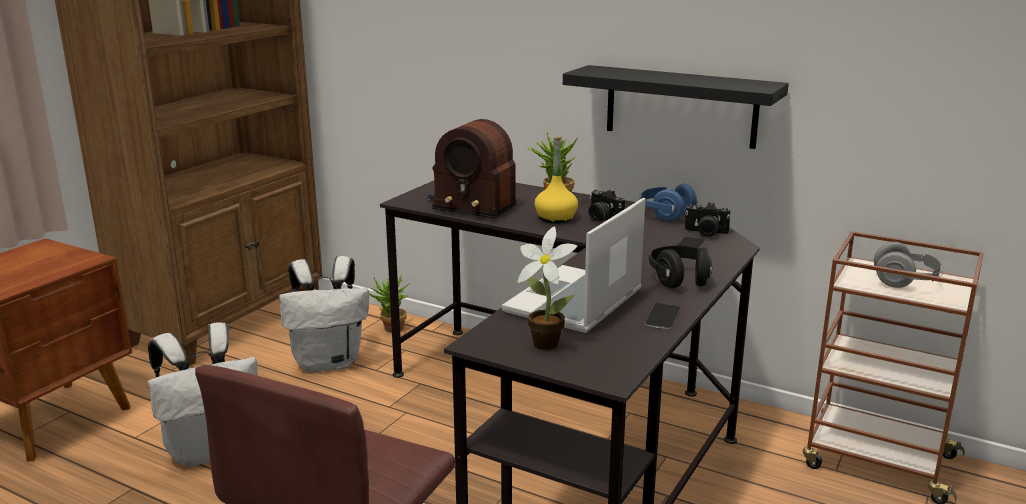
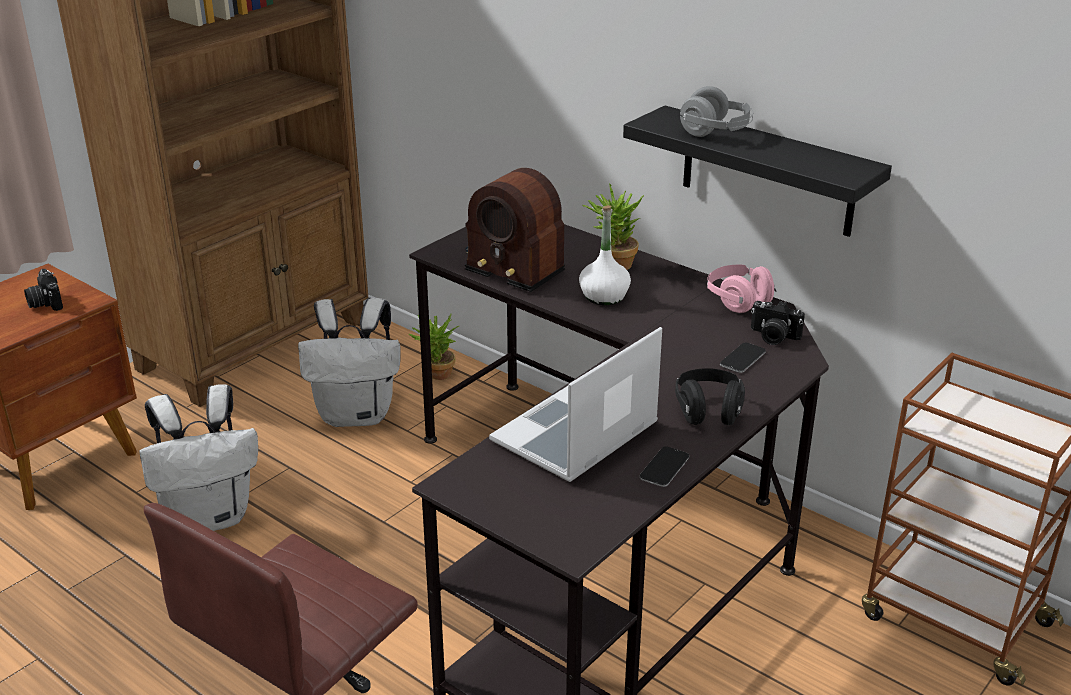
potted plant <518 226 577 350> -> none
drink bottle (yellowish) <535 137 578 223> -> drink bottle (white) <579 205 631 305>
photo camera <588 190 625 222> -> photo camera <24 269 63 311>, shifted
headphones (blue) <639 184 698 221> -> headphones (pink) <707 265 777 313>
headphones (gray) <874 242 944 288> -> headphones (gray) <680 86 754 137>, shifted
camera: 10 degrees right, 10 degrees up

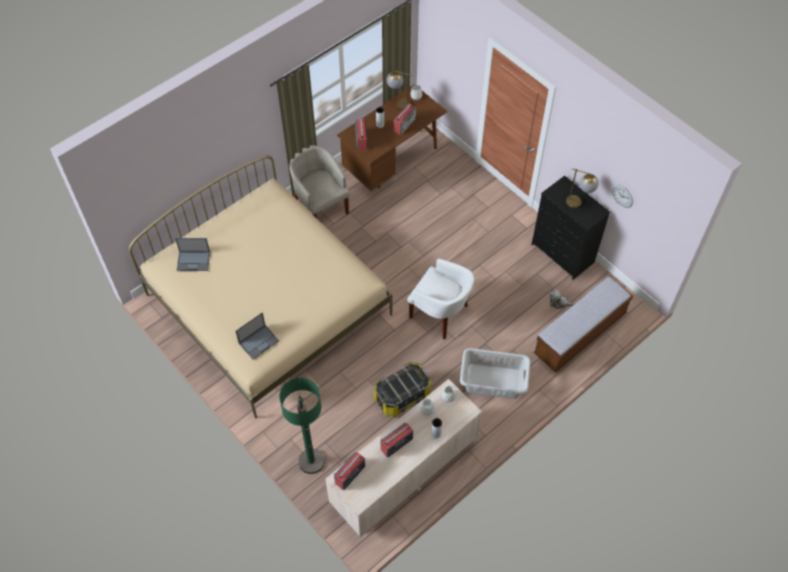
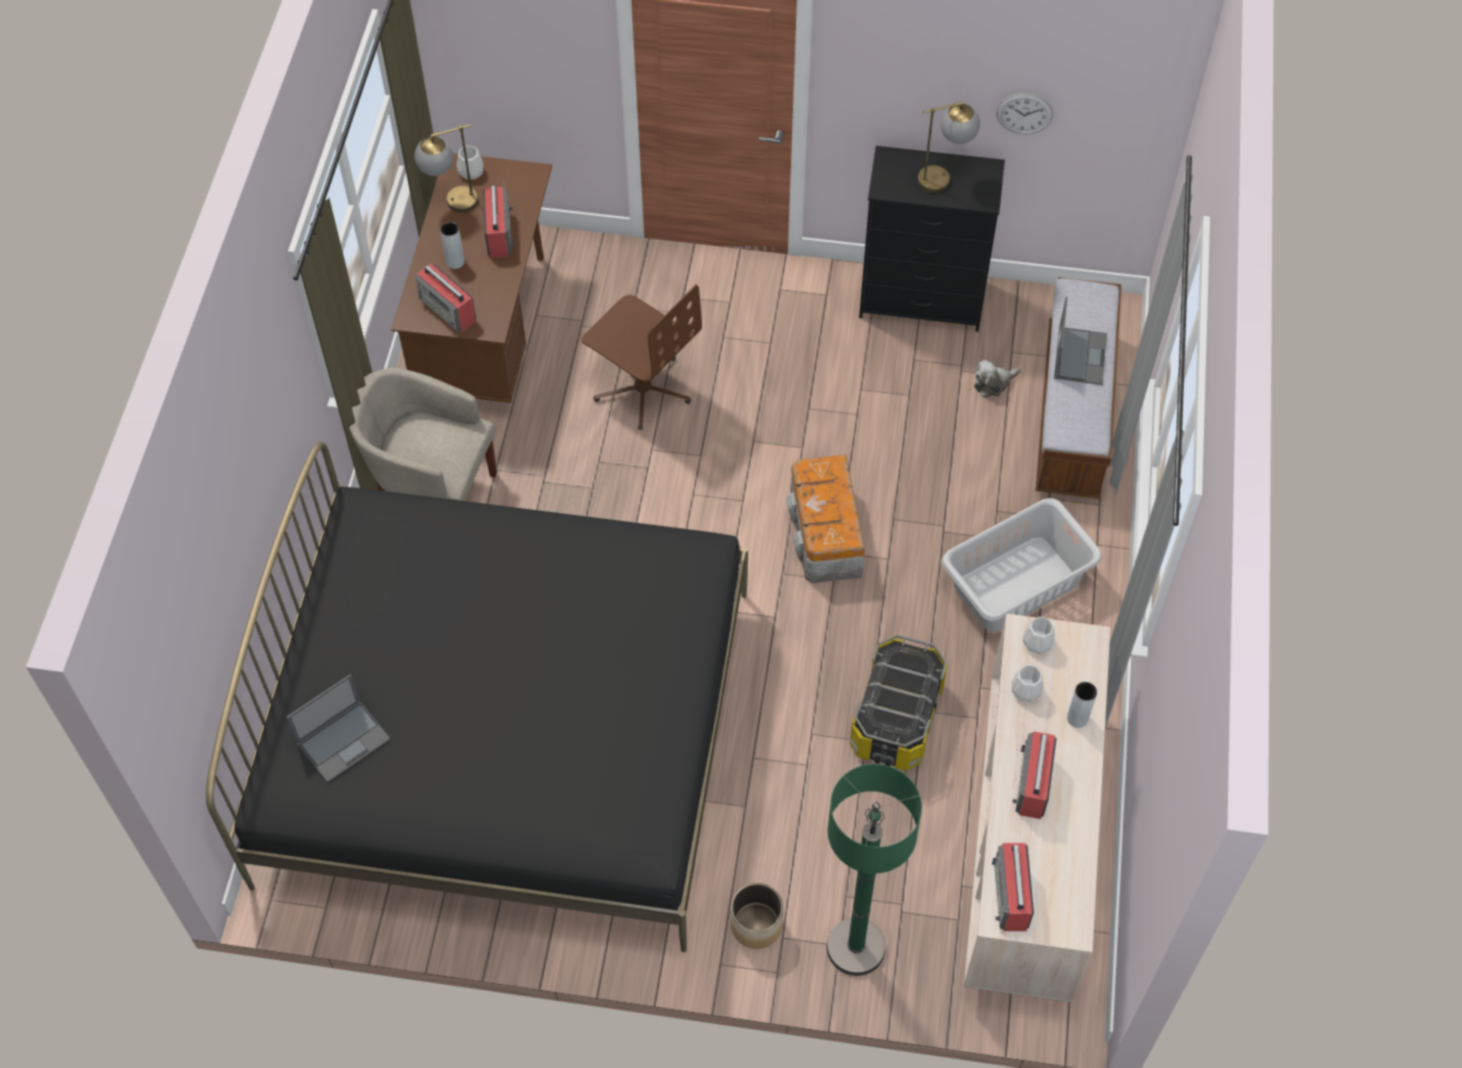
sleeping bed (beige-coloured) <129 155 393 418> -> sleeping bed (black) <206 442 748 952>
portable computer <235 313 279 360> -> portable computer <1054 297 1107 385>, shifted
easy chair (white) <407 259 474 340> -> storage box <786 454 865 583>
none -> desk chair (brownish) <581 284 702 430>
none -> plant pot <730 883 783 949>
camera: 40 degrees left, 0 degrees up

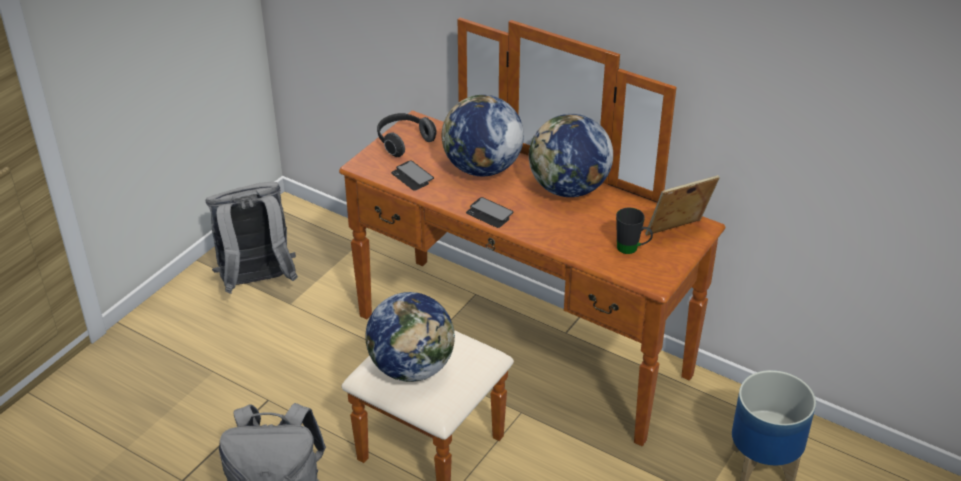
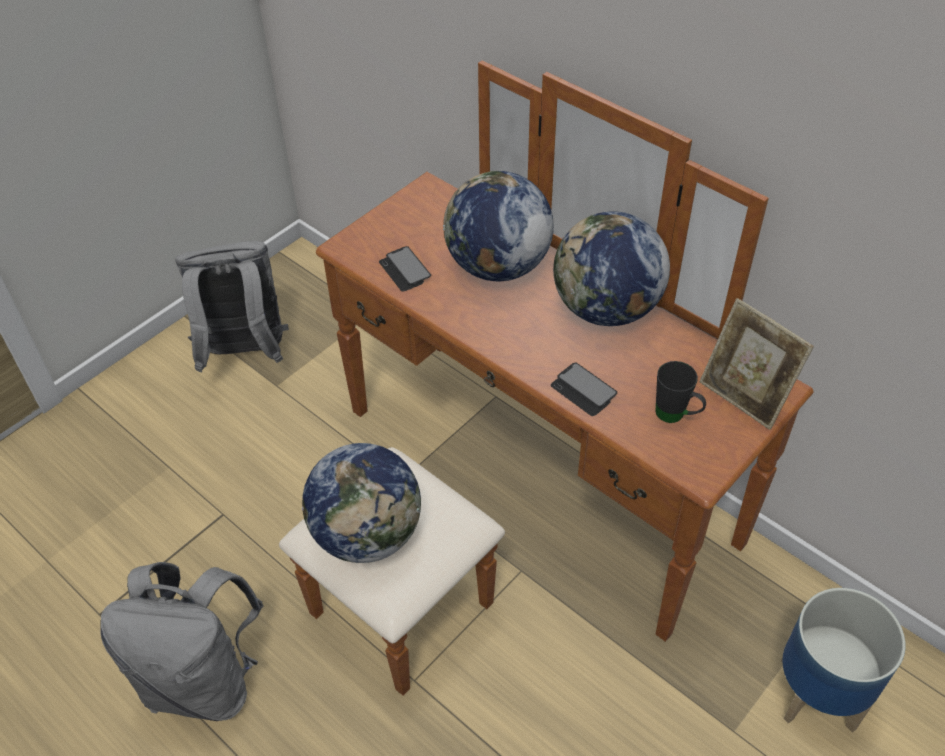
headphones <377 113 437 157> -> none
telephone <466 197 514 228> -> telephone <551 362 617 416>, shifted
standing frame <645 175 720 236> -> standing frame <700 298 814 430>, 120 degrees counterclockwise
camera: 10 degrees right, 10 degrees up

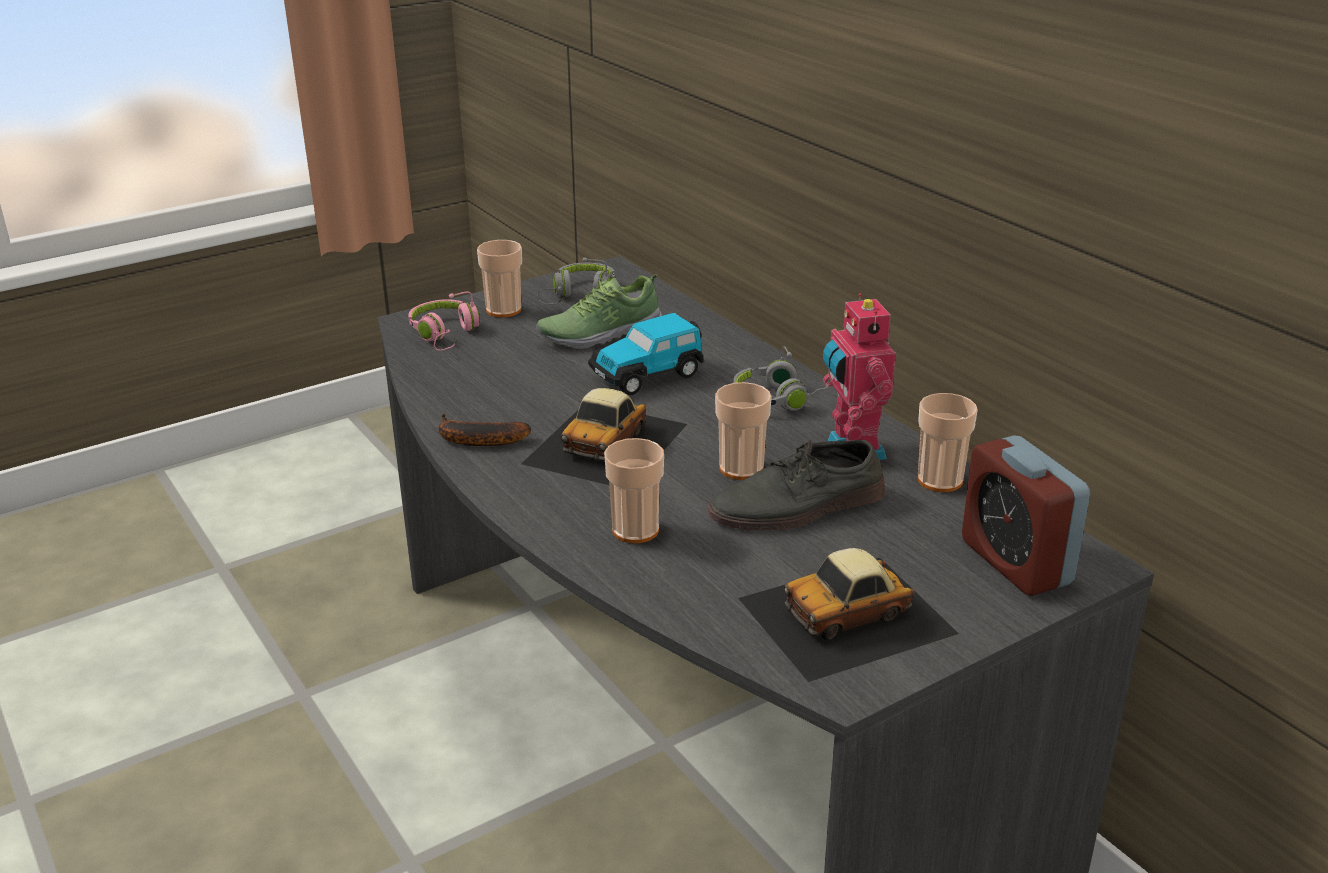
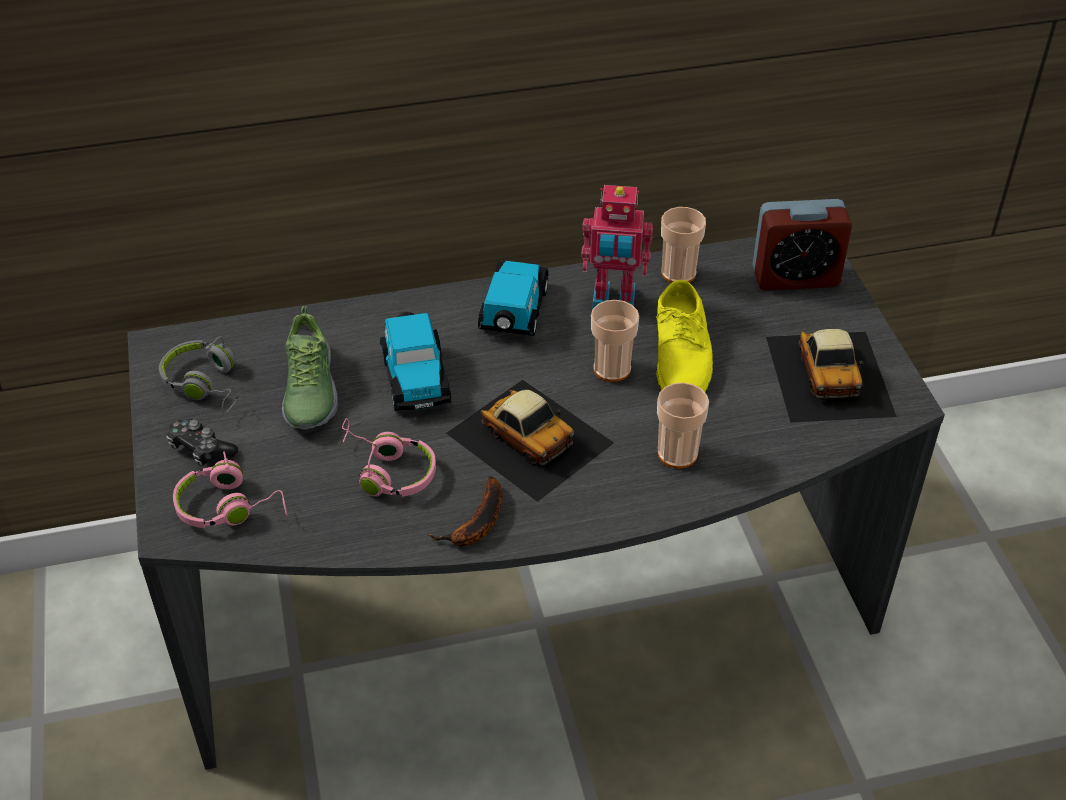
small cup <477 240 522 318> -> gamepad <166 419 238 466>
low shoe (gray) <708 437 885 530> -> low shoe (yellowish) <656 280 713 392>
headphones (gray) <733 346 839 411> -> miniature car <478 261 549 336>
none -> headphones (pink) <339 418 436 497>
camera: 70 degrees left, 15 degrees up

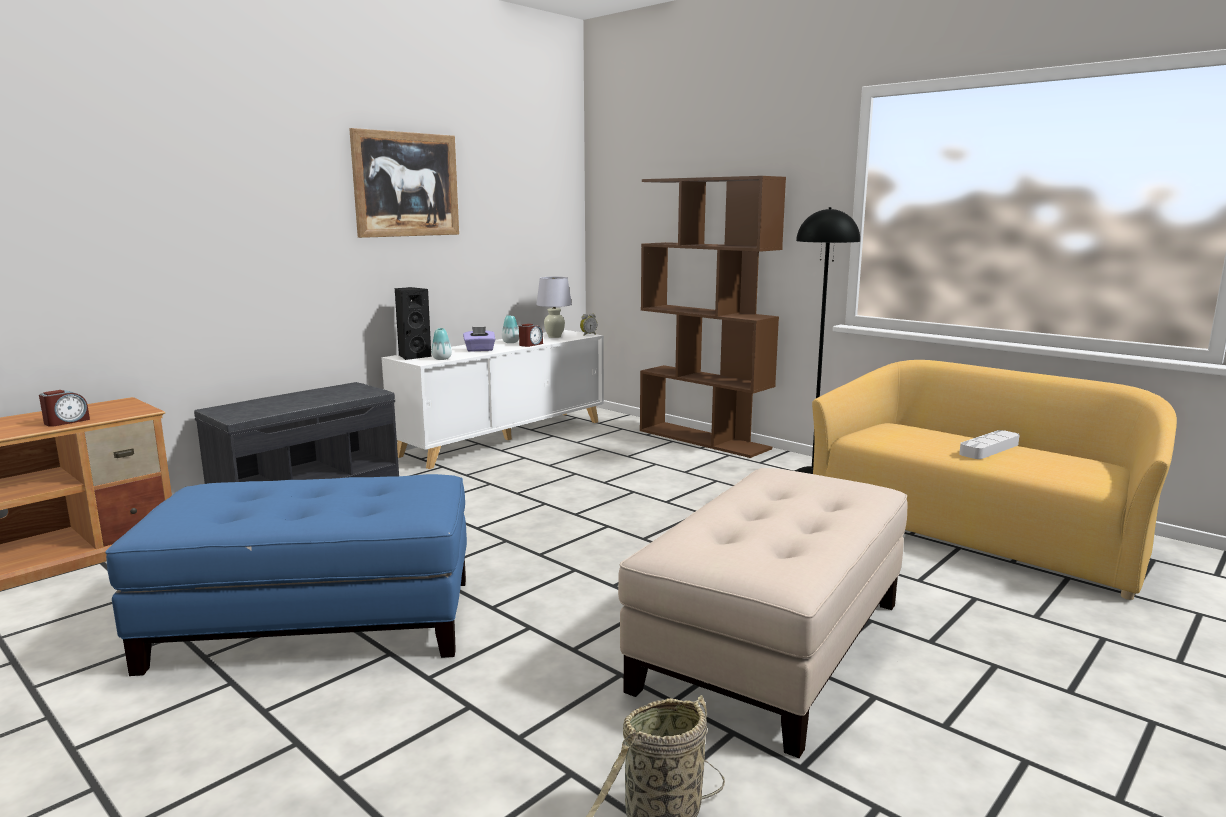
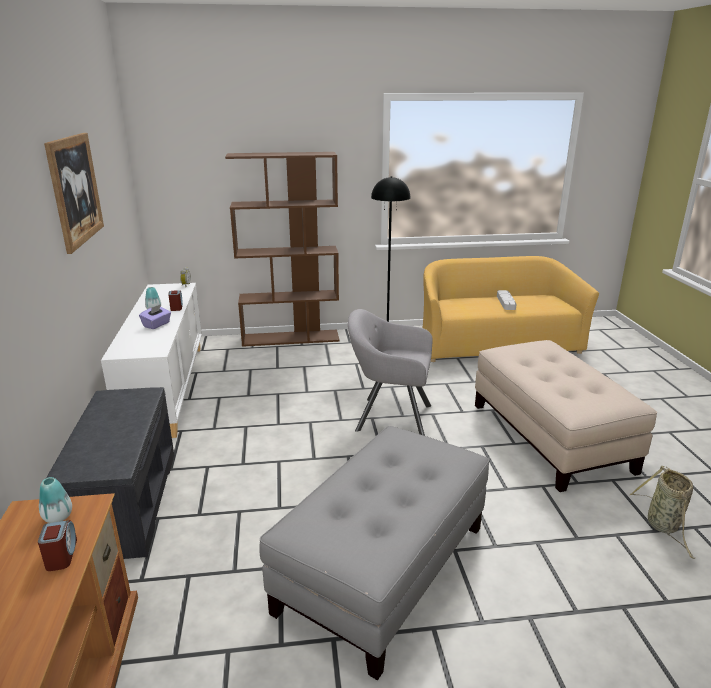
ottoman (blue) <105 474 467 676> -> ottoman (gray) <259 426 489 681>
loudspeaker (black) <395 287 431 360> -> none
flower vase <431 328 452 360> -> flower vase <39 477 72 523>, shifted
table lamp (white) <536 277 572 338> -> none
none -> easy chair (gray) <348 309 433 436>
camera: 50 degrees left, 10 degrees up

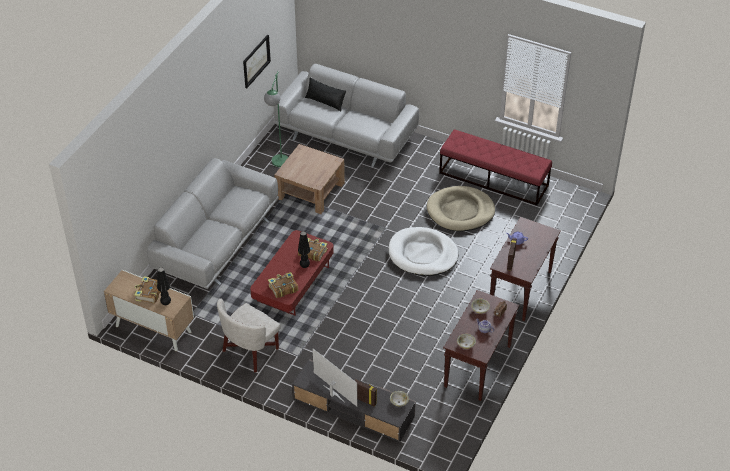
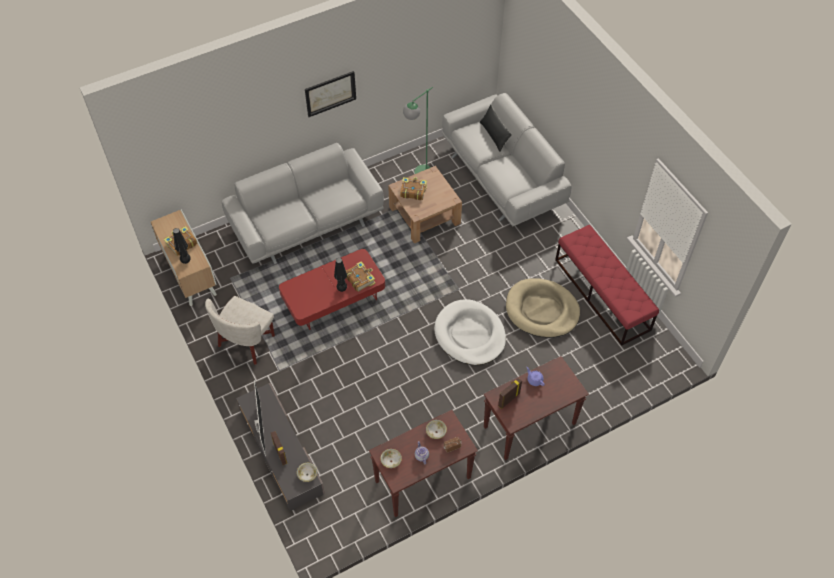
easy chair (white) <217 298 281 372> -> easy chair (white) <205 296 275 365>, 45 degrees counterclockwise
picture <243 35 271 88> -> picture <305 71 356 117>, shifted
volume <268 272 298 298> -> volume <400 177 427 200>, shifted
camera: 35 degrees right, 10 degrees up

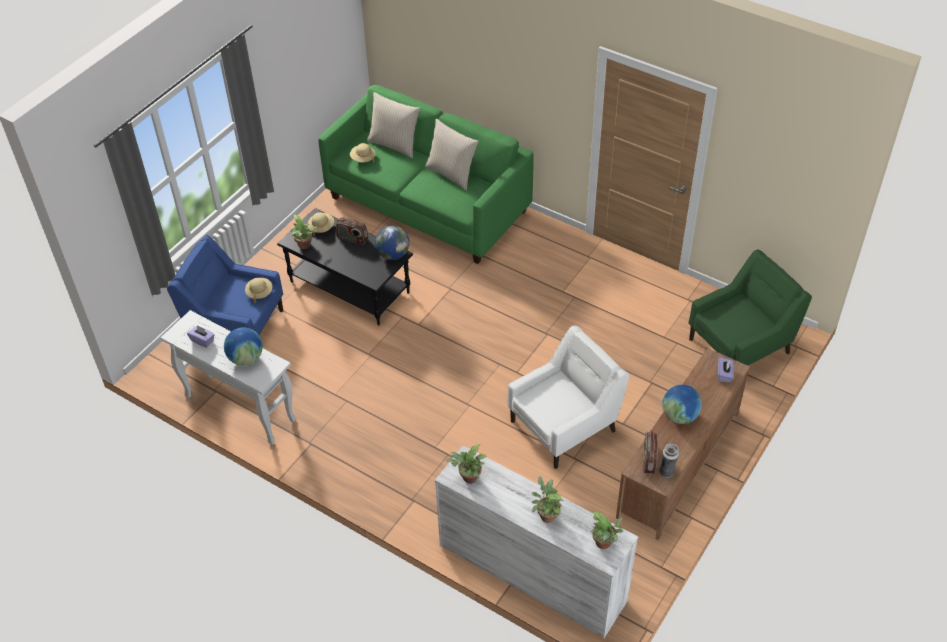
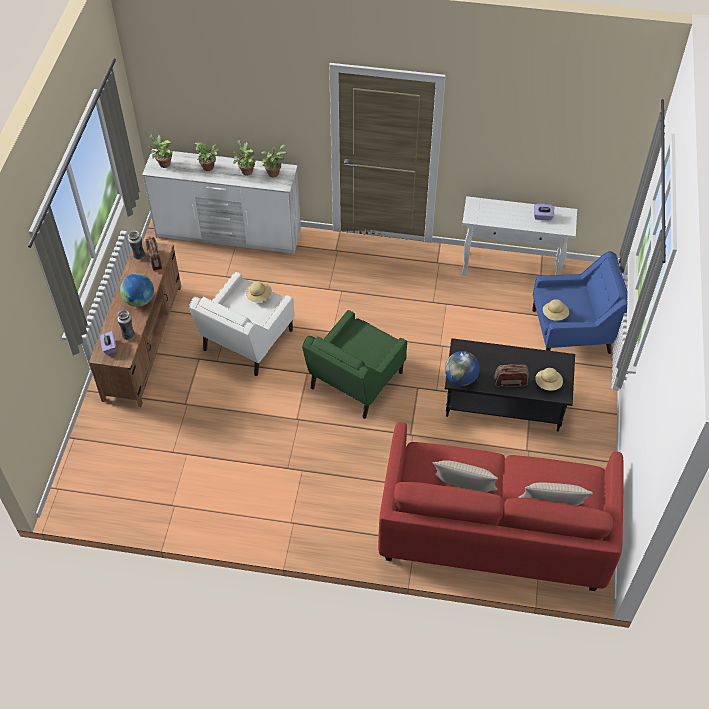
globe <224 327 263 366> -> none
potted plant <291 215 318 249> -> potted plant <233 140 255 176>, shifted
couch (green) <318 85 534 264> -> couch (red-coloured) <378 422 624 591>
hat (beige-coloured) <350 143 375 163> -> hat (beige-coloured) <246 282 272 302>, shifted
easy chair (green) <688 250 812 366> -> easy chair (green) <302 310 407 419>, shifted
none -> flower vase <117 310 135 340>
camera: 155 degrees right, 5 degrees up

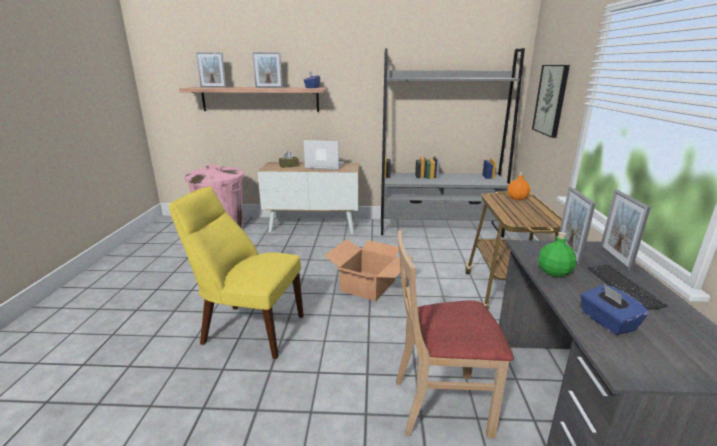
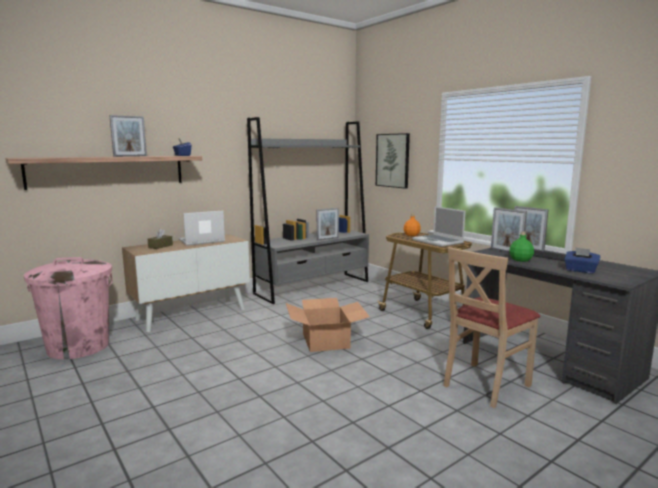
plain chair (yellowish) <169 186 304 359> -> none
standing frame <196 52 226 88> -> standing frame <317 208 339 241>, shifted
none -> portable computer <412 206 465 247>
camera: 40 degrees left, 10 degrees down

